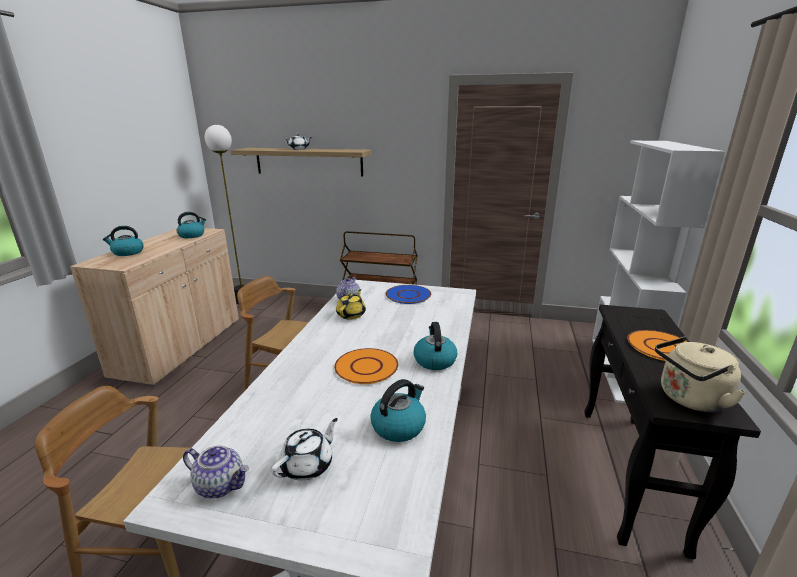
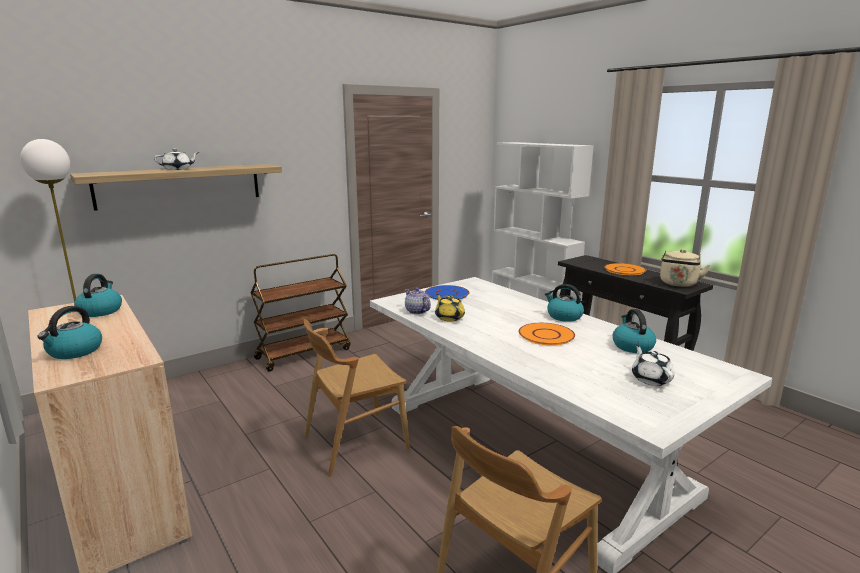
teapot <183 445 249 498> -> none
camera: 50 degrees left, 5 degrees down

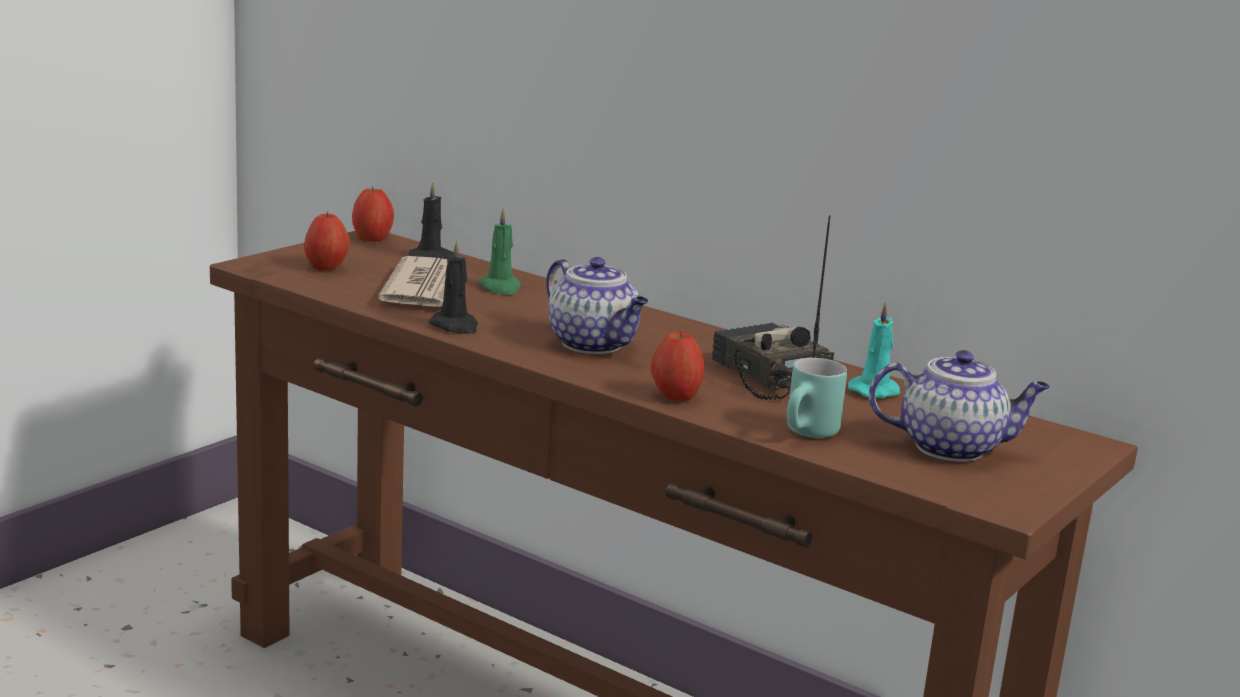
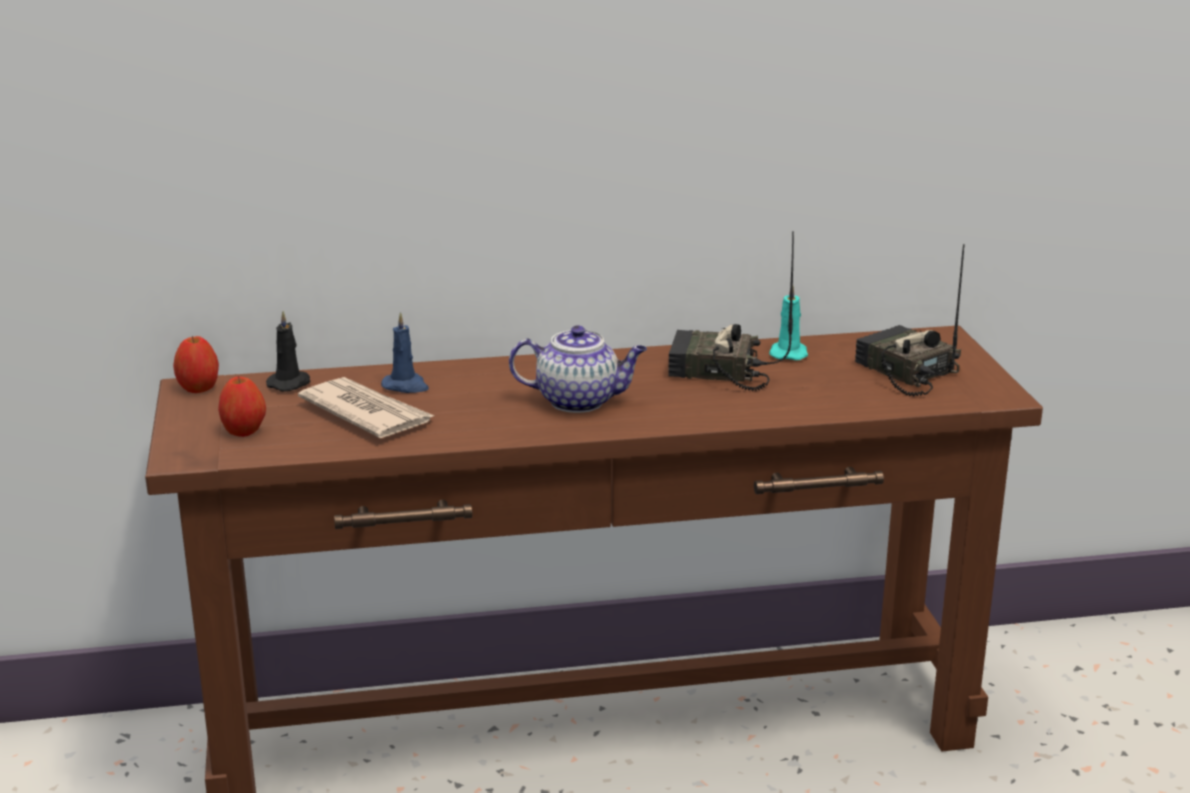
wax light (black) <429 241 478 334> -> none
wax light (green) <477 208 521 295> -> wax light (blue) <381 312 429 393>
apple fruit <651 331 704 401> -> none
coffee mug (blue-green) <787 358 847 438> -> none
teapot <869 350 1050 462> -> radio set <855 244 965 397>
camera: 45 degrees left, 5 degrees up

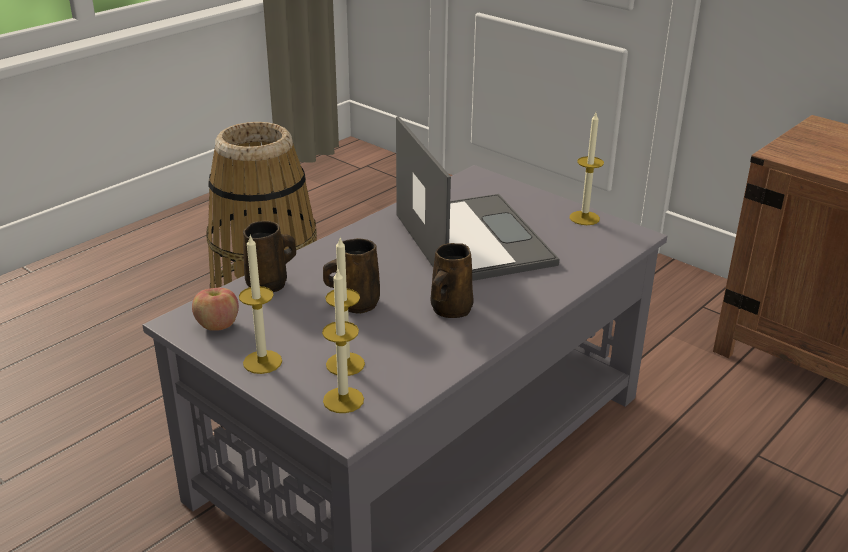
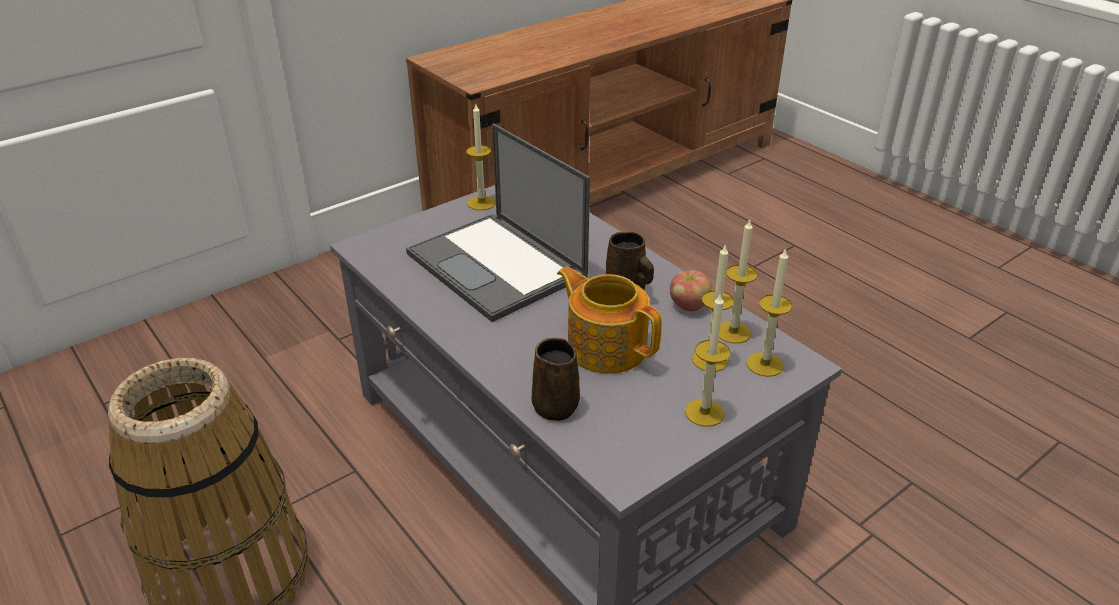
apple fruit <192 288 239 331> -> apple fruit <670 270 712 311>, shifted
coffee mug (brownish) <323 238 380 314> -> teapot <557 266 662 374>
portable computer <396 116 559 281> -> portable computer <406 124 590 322>, 120 degrees counterclockwise
none -> wax light <719 219 758 343>
camera: 80 degrees left, 5 degrees up

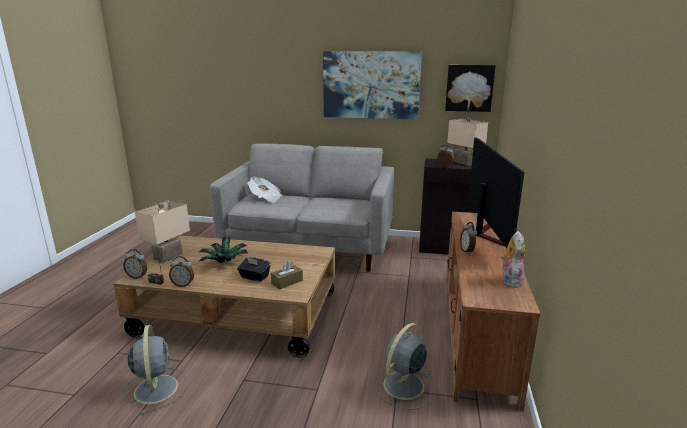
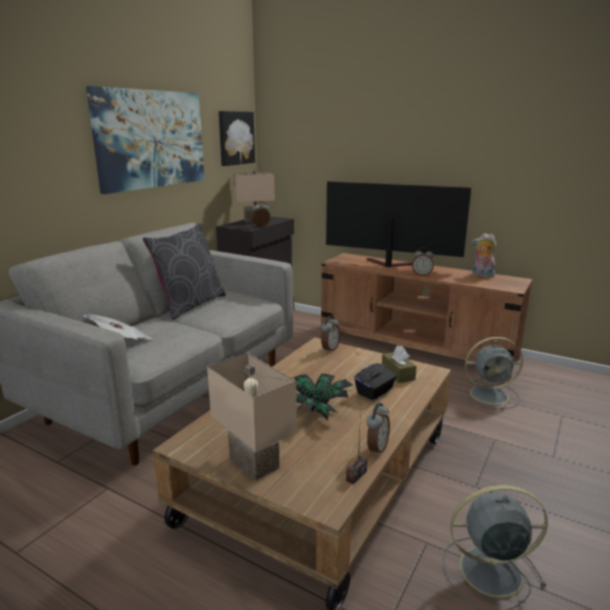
table clock <123 249 147 279> -> table clock <321 316 341 353>, shifted
cooling fan (gray) <373 323 432 410> -> cooling fan (gray) <458 337 523 409>, 60 degrees counterclockwise
none -> cushion (gray) <143 223 226 320>
camera: 70 degrees left, 0 degrees up

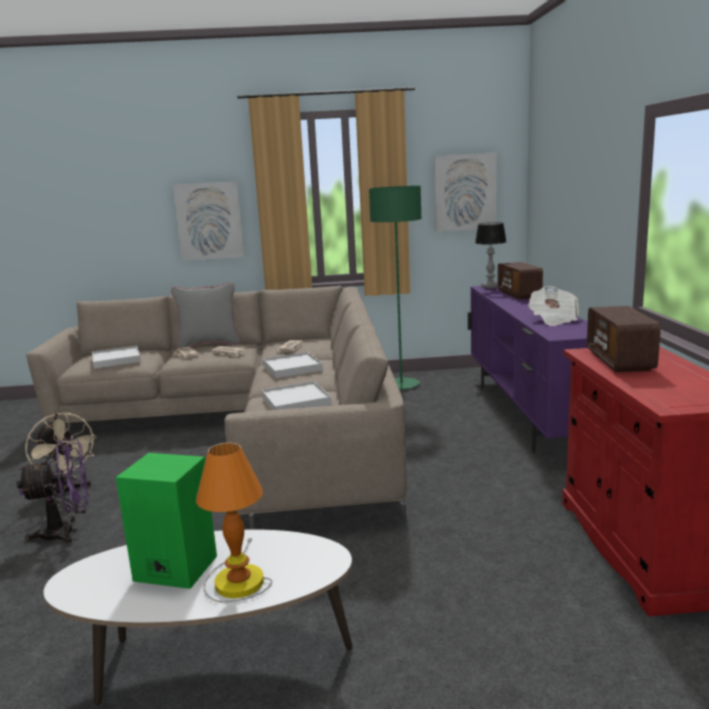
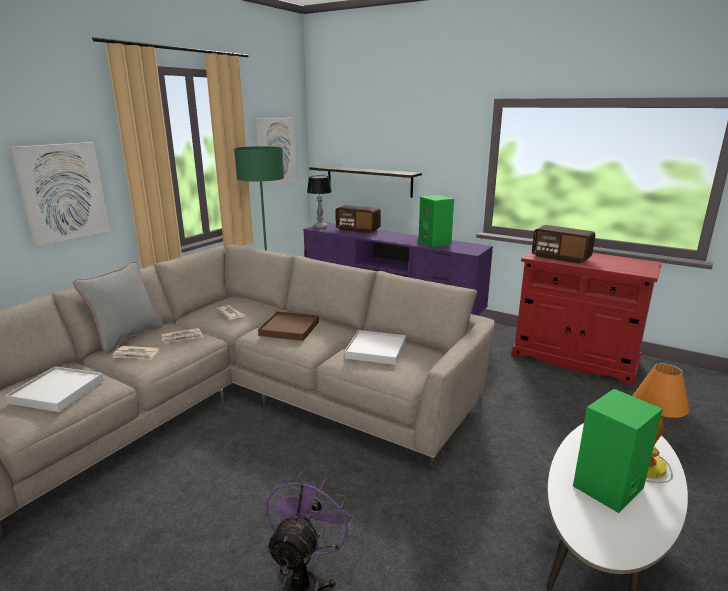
cooling fan (beige-coloured) <25 413 96 500> -> none
carrying tray (white) <263 352 323 378> -> carrying tray (brownish) <258 312 319 341>
daily paper <528 286 579 326> -> loudspeaker (green) <418 195 454 247>
none -> wall shelf <309 165 422 198>
camera: 55 degrees left, 5 degrees up

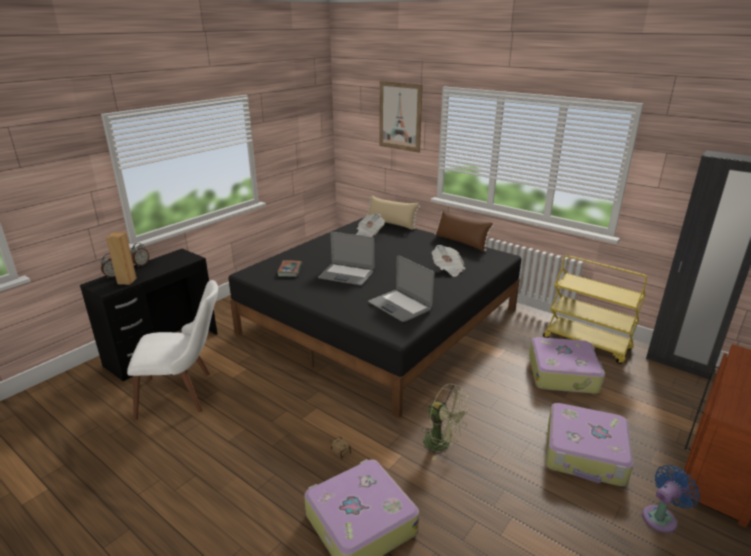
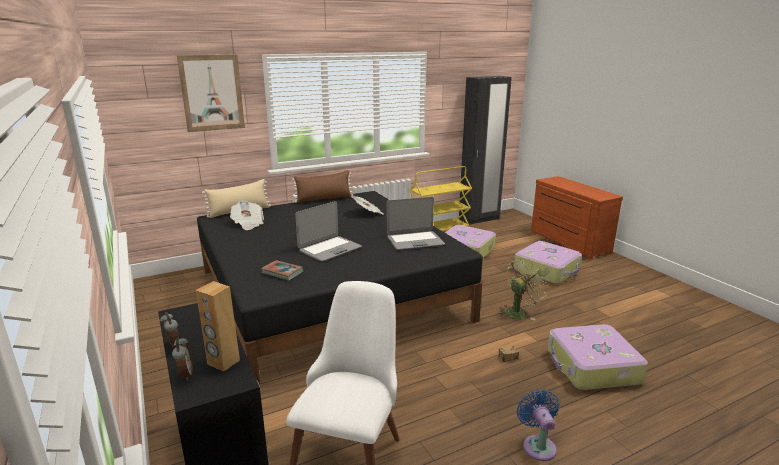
cooling fan (blue) <642 465 700 533> -> cooling fan (blue) <517 389 559 461>, shifted
camera: 65 degrees left, 5 degrees down

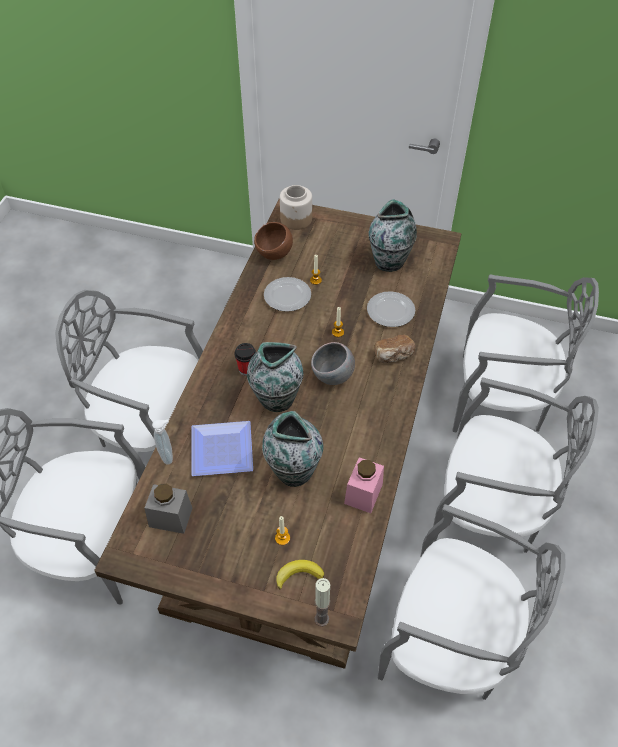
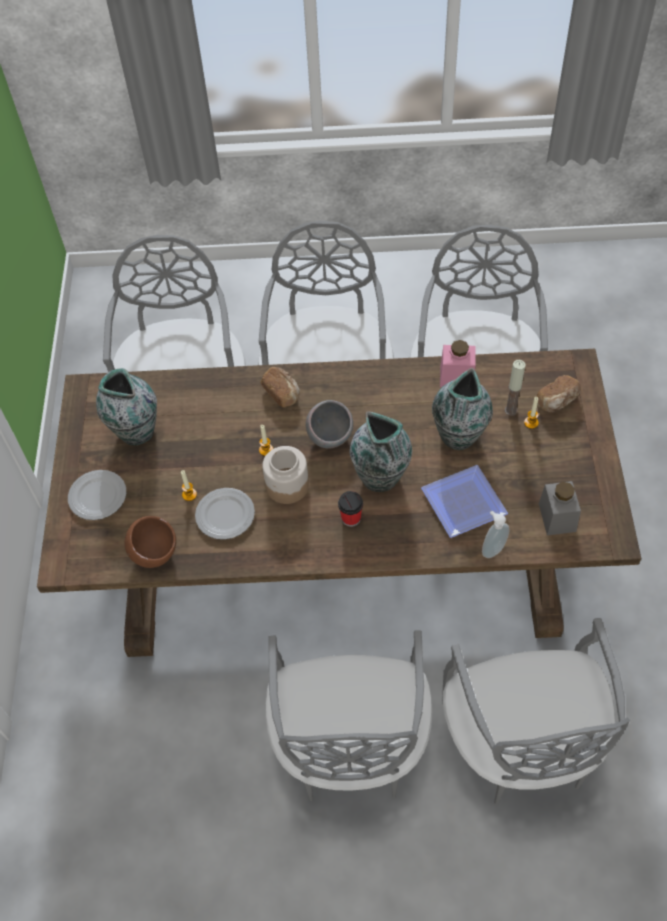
banana <276 560 324 590> -> bakery bread <536 375 581 412>
storage jar <280 185 312 230> -> storage jar <262 446 309 504>, shifted
wax light <315 578 330 626> -> wax light <505 360 526 416>, shifted
flat dish <367 291 415 327> -> flat dish <68 470 126 520>, shifted
camera: 105 degrees left, 5 degrees up

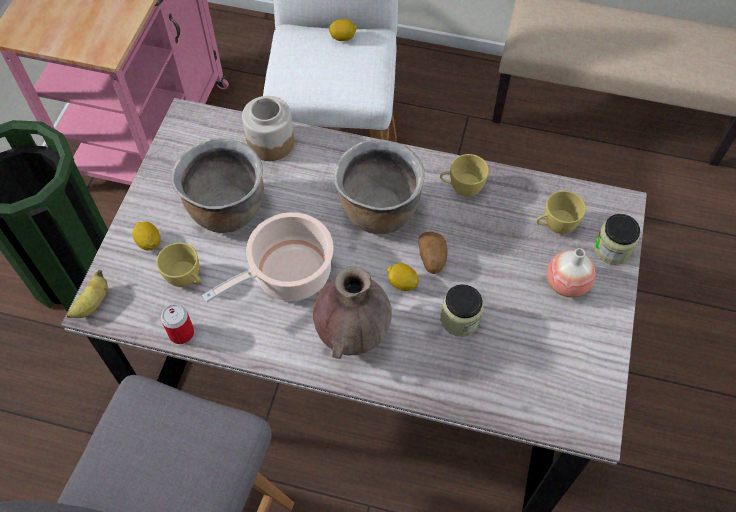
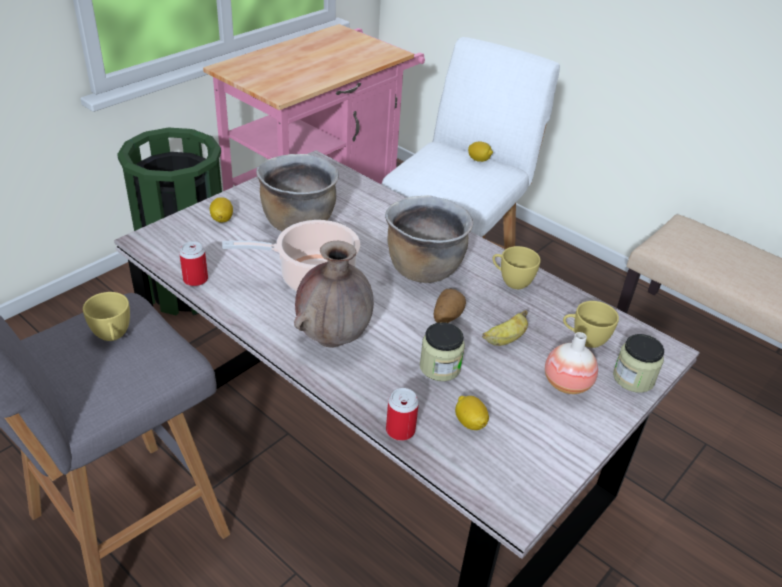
banana <66 269 108 318> -> banana <482 310 528 346>, shifted
small cup (yellowish) <157 243 202 287> -> small cup (yellowish) <83 292 130 341>, shifted
storage jar <242 96 294 161> -> none
citrus fruit <387 263 419 291> -> citrus fruit <455 396 489 430>, shifted
none -> metal can <386 388 419 441>
camera: 25 degrees right, 20 degrees down

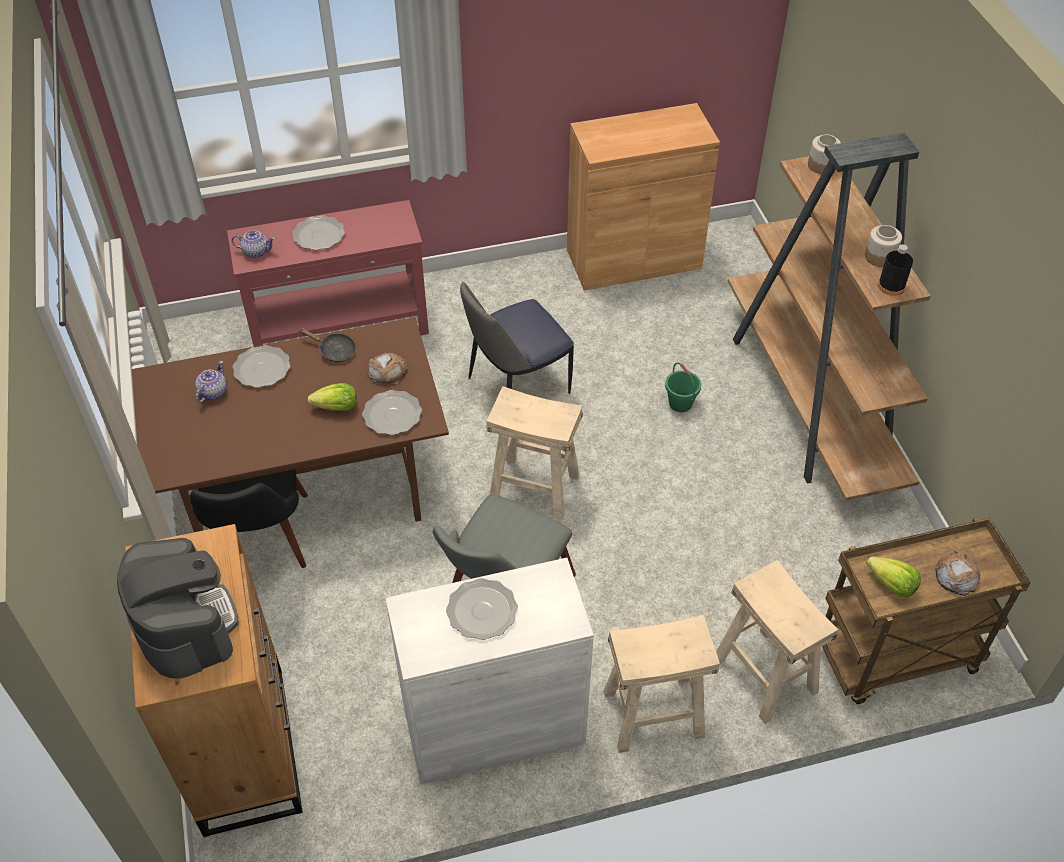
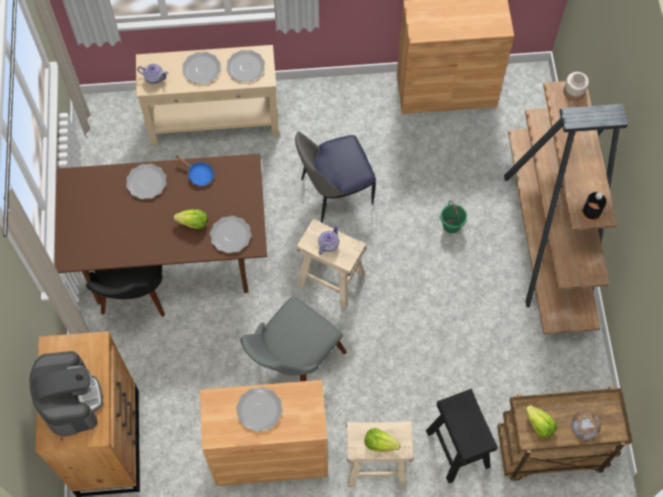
teapot <195 361 227 403> -> teapot <318 225 339 255>, shifted
hall table (red-coloured) <227 200 429 346> -> hall table (beige-coloured) <136 45 279 145>
frying pan (black) <299 328 356 362> -> frying pan (blue) <175 155 214 186>
bakery bread <368 352 408 384> -> none
storage cabinet (white) <385 558 594 785> -> storage cabinet (brownish) <200 380 328 486>
stool (beige-coloured) <716 560 838 724> -> stool (black) <426 389 498 483>
storage jar <865 225 902 267> -> none
none -> flat dish <227 50 265 82>
none -> lettuce <364 428 401 452>
camera: 10 degrees right, 15 degrees up

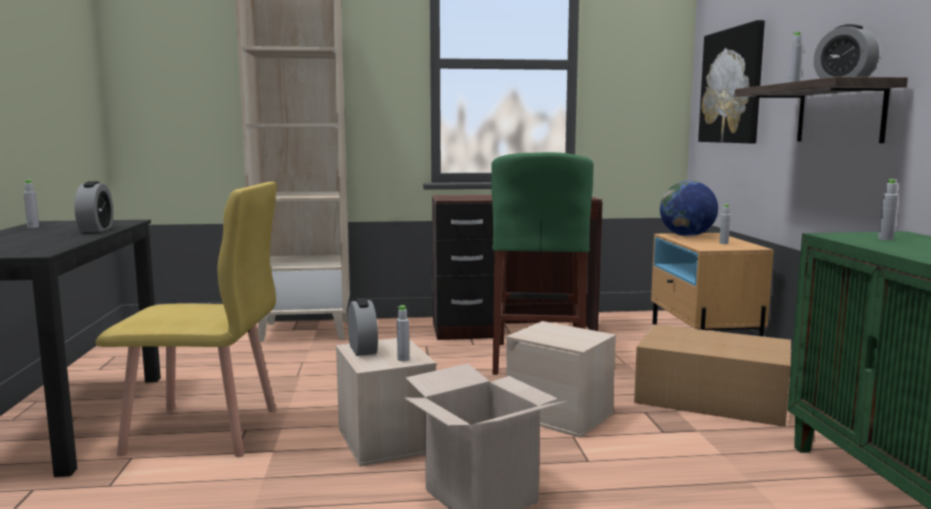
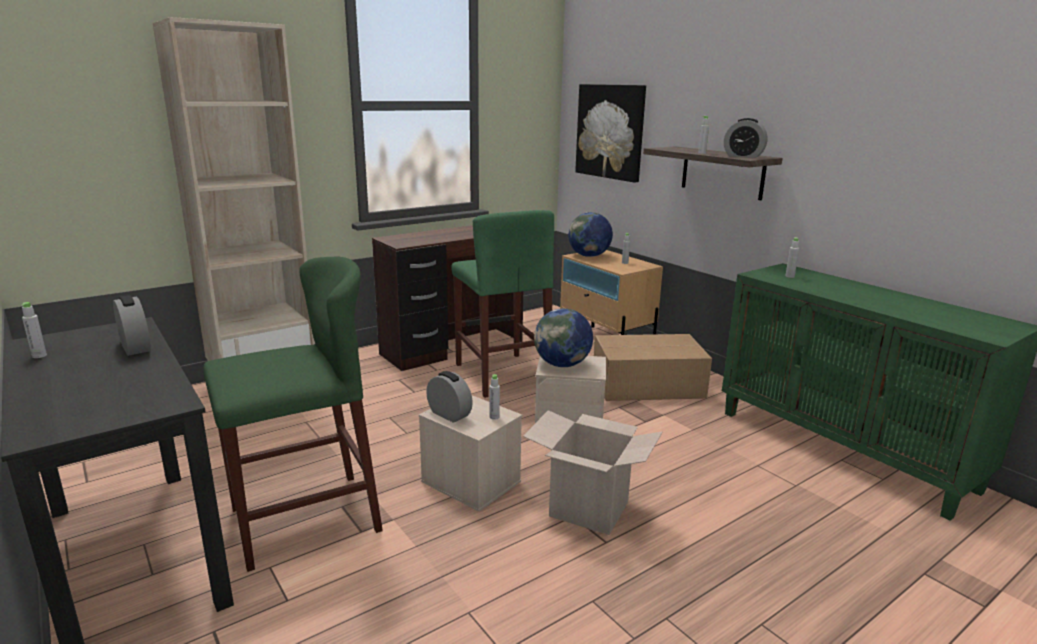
plain chair (yellowish) <95 182 276 457> -> stool (green) <203 257 383 572>
none -> globe <534 308 593 367>
camera: 30 degrees left, 10 degrees up

